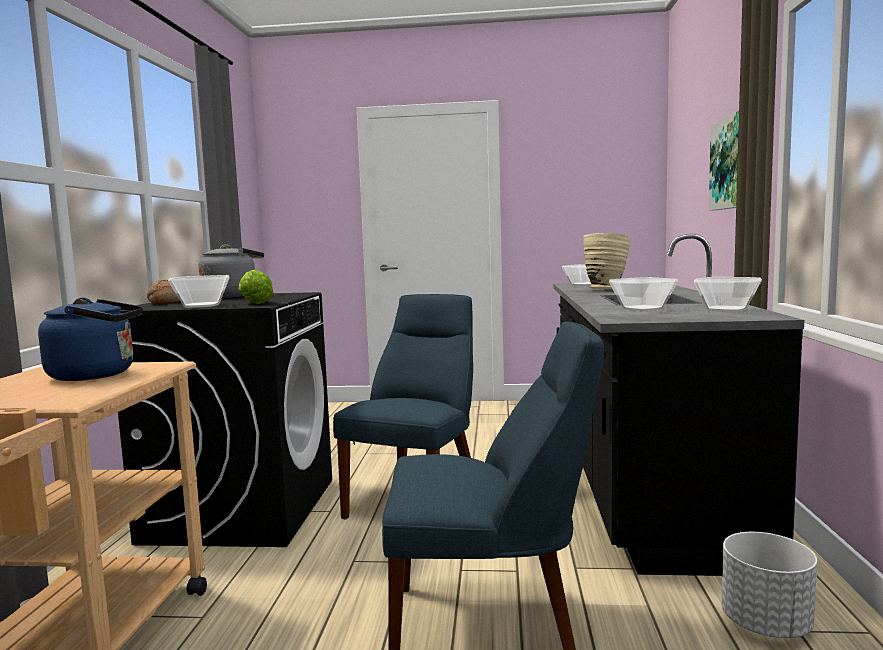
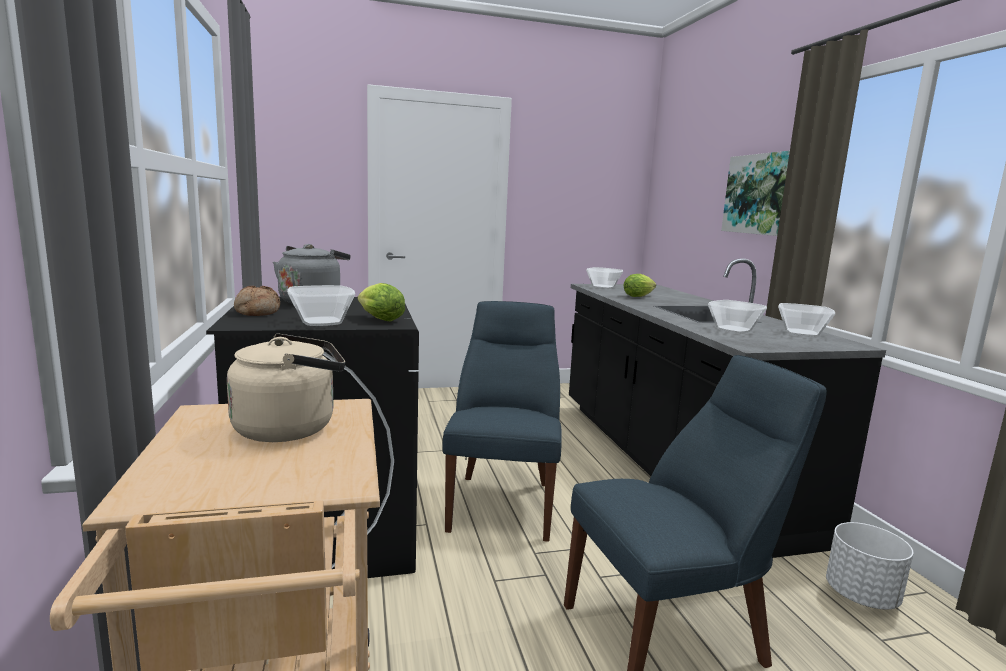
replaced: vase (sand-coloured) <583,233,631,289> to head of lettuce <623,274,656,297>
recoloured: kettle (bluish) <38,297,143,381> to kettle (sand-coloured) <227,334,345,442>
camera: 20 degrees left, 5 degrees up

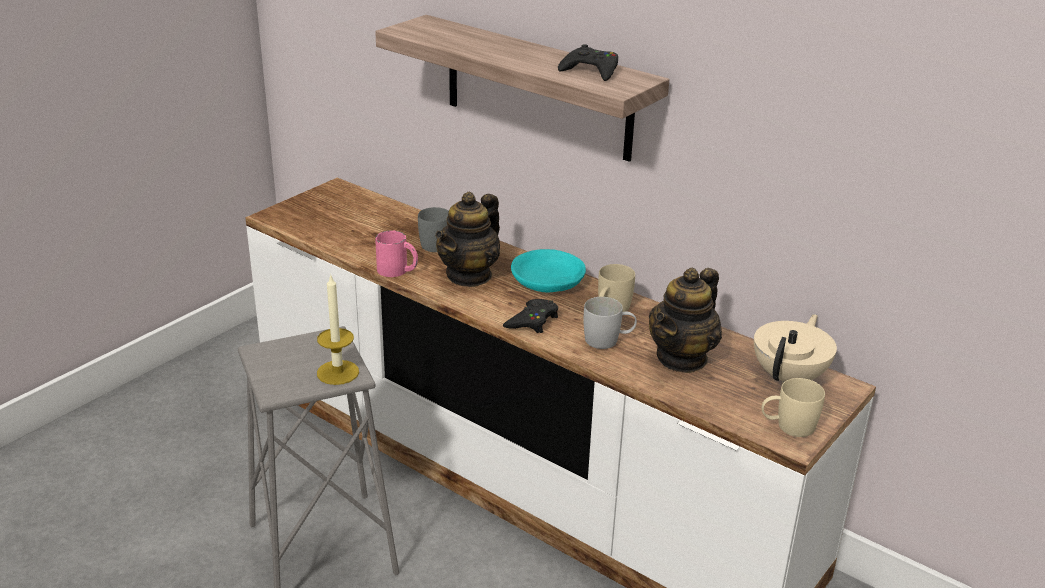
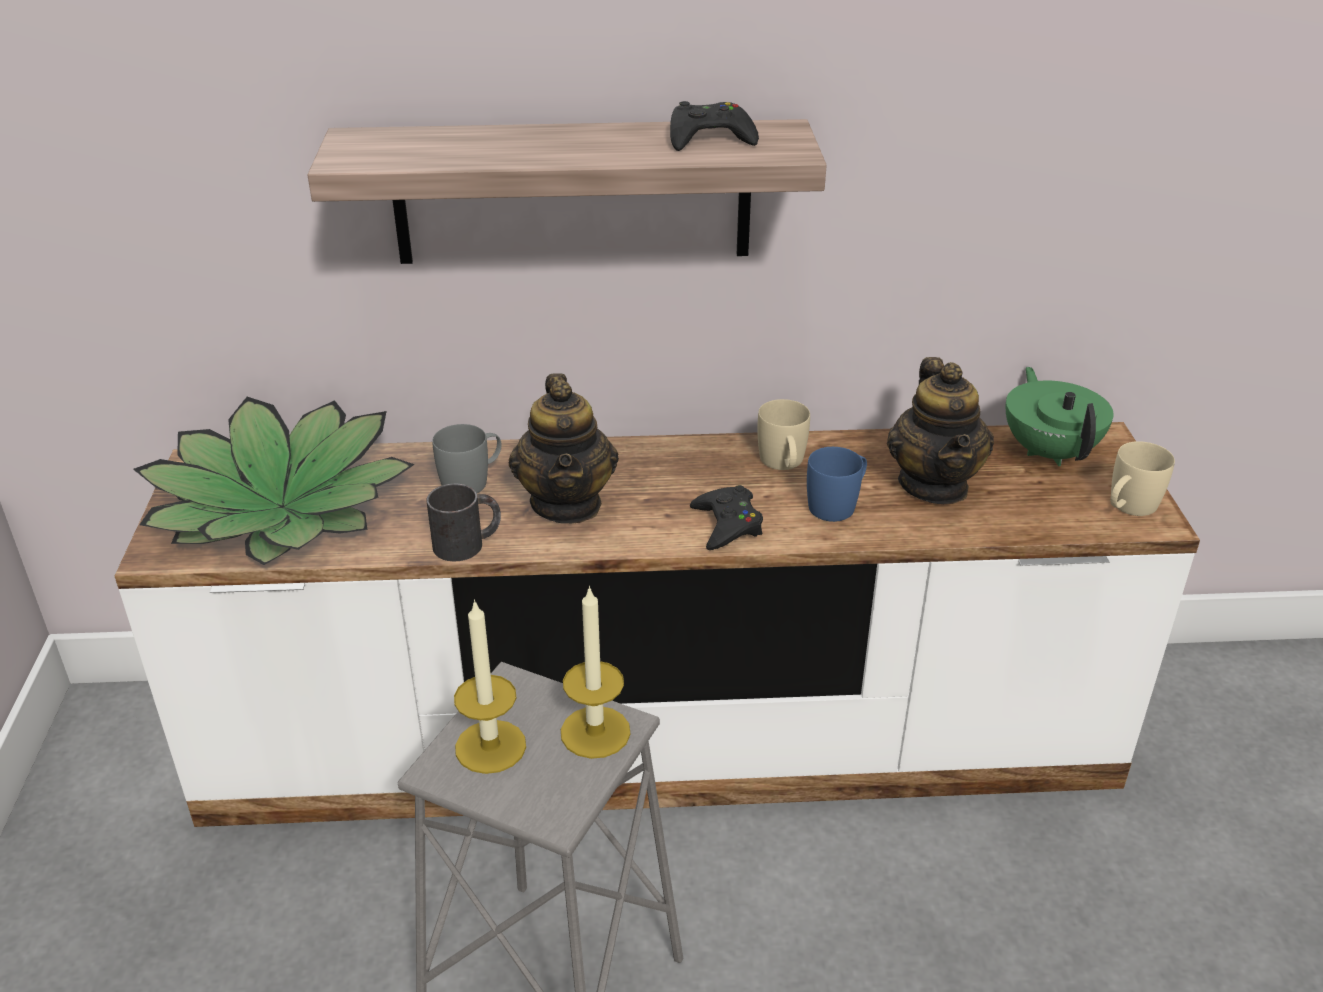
removed: bowl (turquoise) <511,249,586,292>
added: potted plant <133,397,415,565>; candle <454,599,526,774>
recoloured: mug (pink-coloured) <375,230,418,277> to mug (blackish) <427,483,501,561>; mug (whitish) <584,297,637,349> to mug (bluish) <807,447,867,522>; teapot (sand-coloured) <754,314,837,384> to teapot (green) <1006,367,1114,466>
camera: 40 degrees left, 5 degrees up

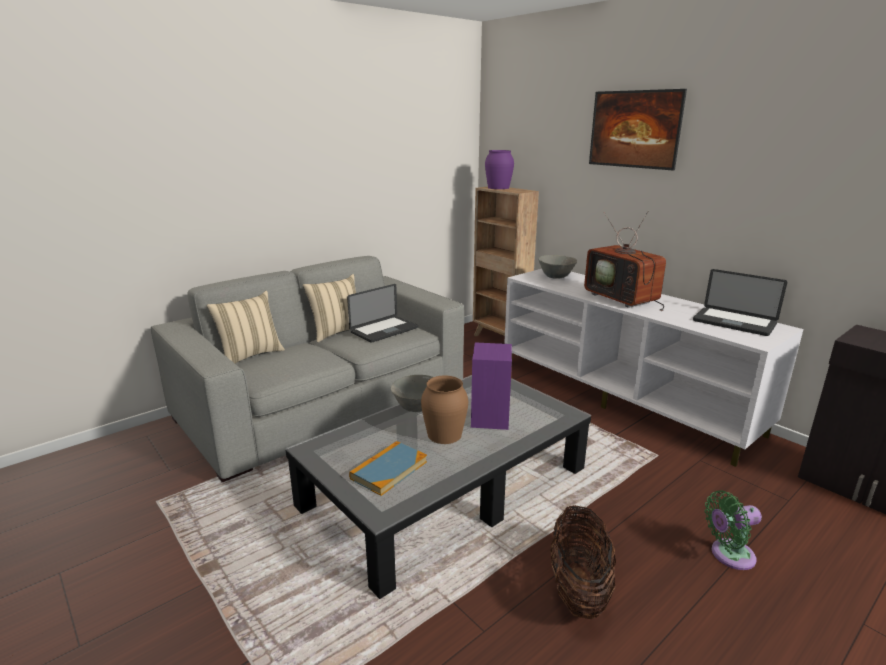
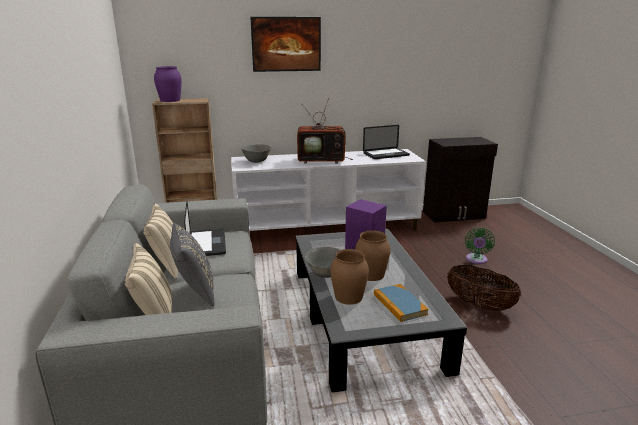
added: throw pillow (greyish) <170,223,214,307>; vase (brownish) <330,249,369,305>
camera: 60 degrees left, 0 degrees up

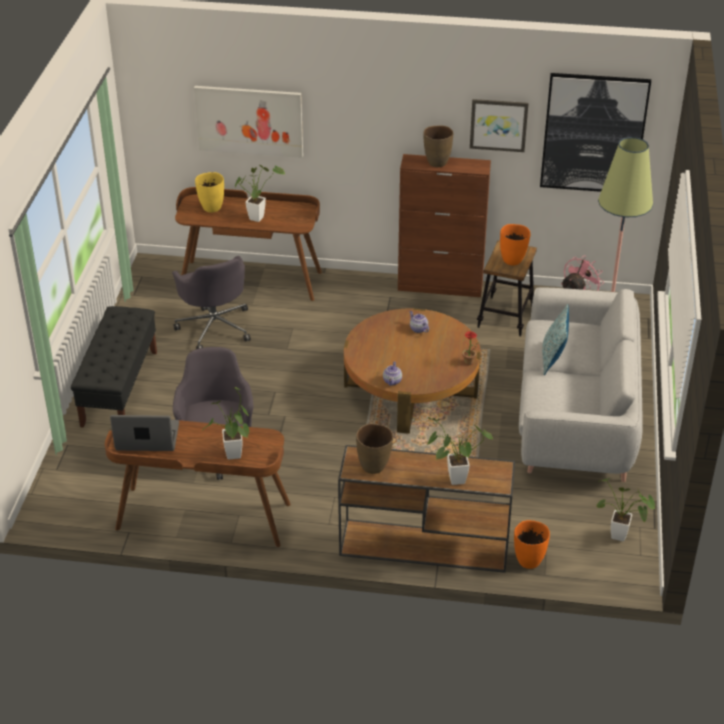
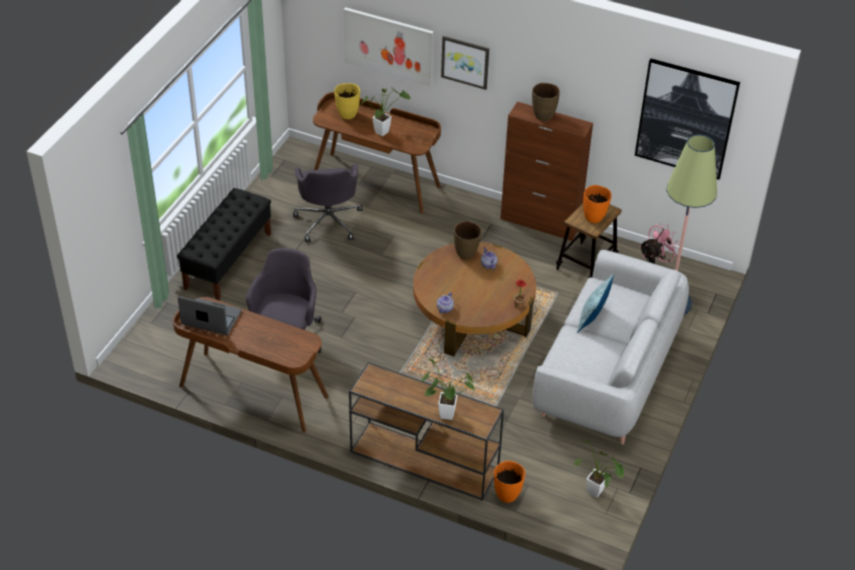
removed: potted plant <202,387,249,460>
moved: vase (brownish) <356,423,393,474> to <454,221,482,259>; picture <470,99,529,152> to <441,36,489,90>
camera: 15 degrees right, 5 degrees up

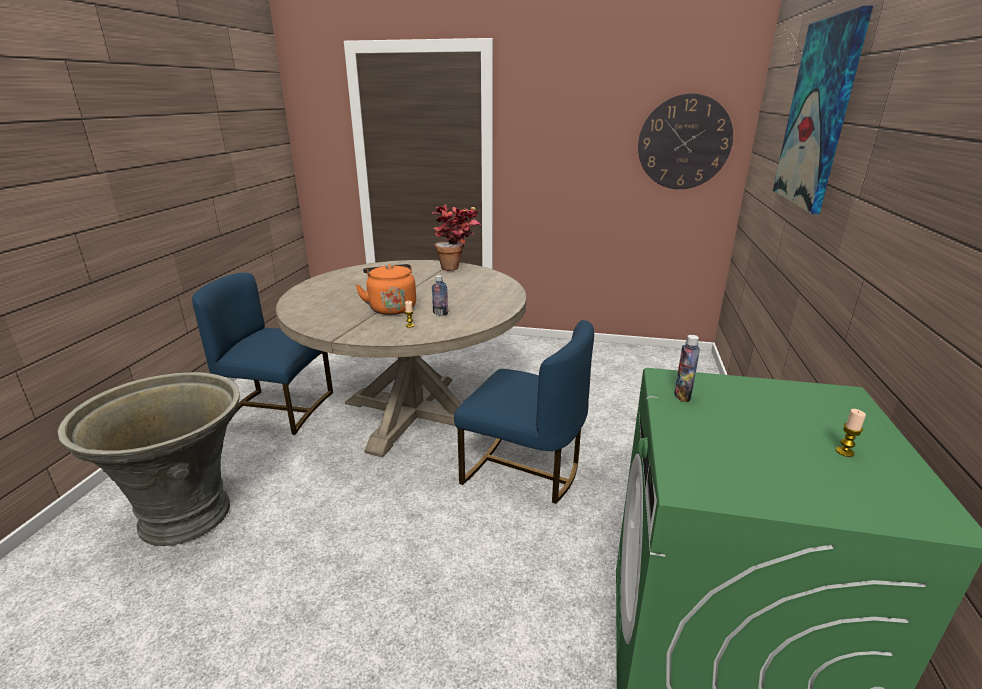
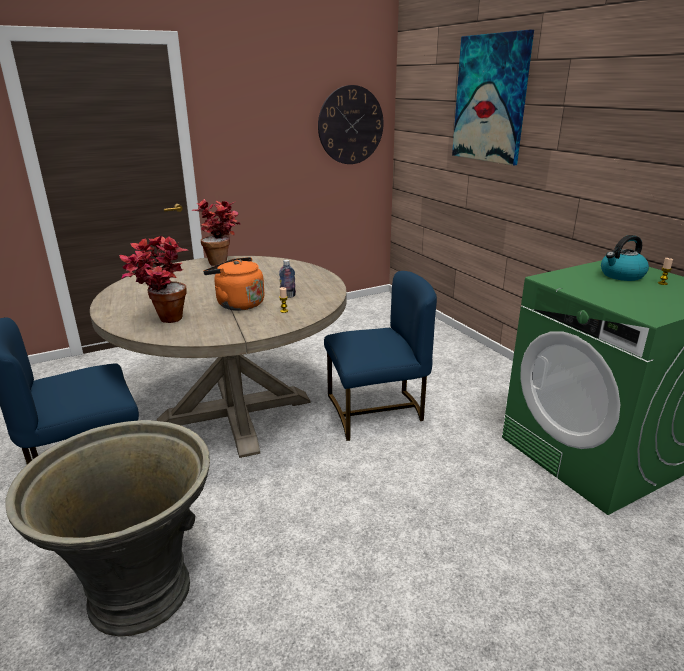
removed: drink bottle <674,335,700,402>
added: potted plant <119,236,187,323>; kettle <601,235,649,281>
camera: 40 degrees left, 0 degrees up

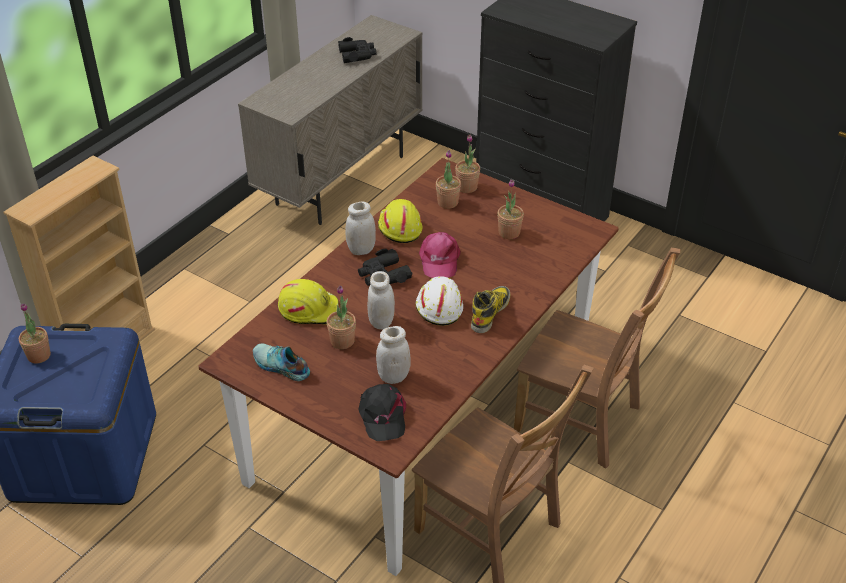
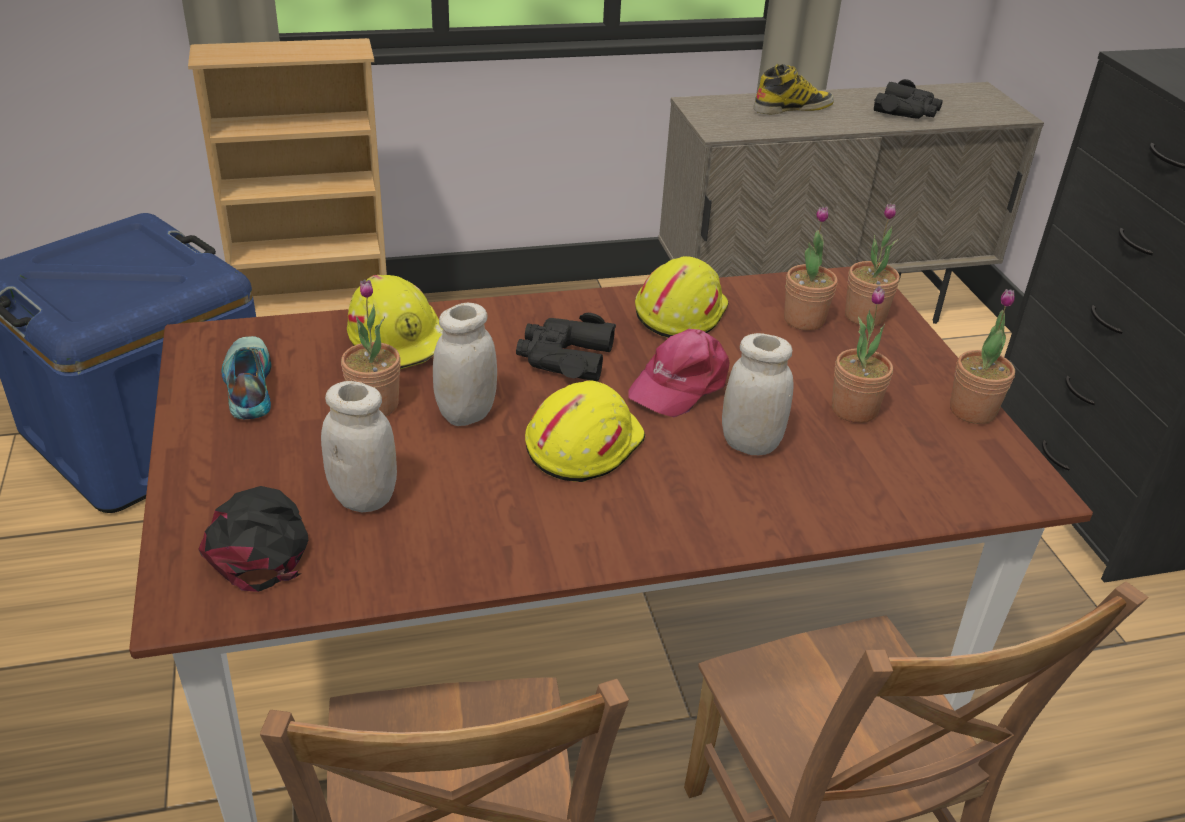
moved: potted plant <19,303,51,364> to <950,289,1015,424>; storage jar (whitish) <346,201,376,255> to <722,333,794,455>; high-top boot <471,286,510,333> to <753,64,834,114>
recoloured: safety helmet (whitish) <415,276,463,326> to safety helmet (yellow) <525,380,645,482>
turned: peaked cap (blackish) <359,384,406,441> = <198,486,308,592> 135 degrees clockwise
camera: 40 degrees right, 5 degrees down

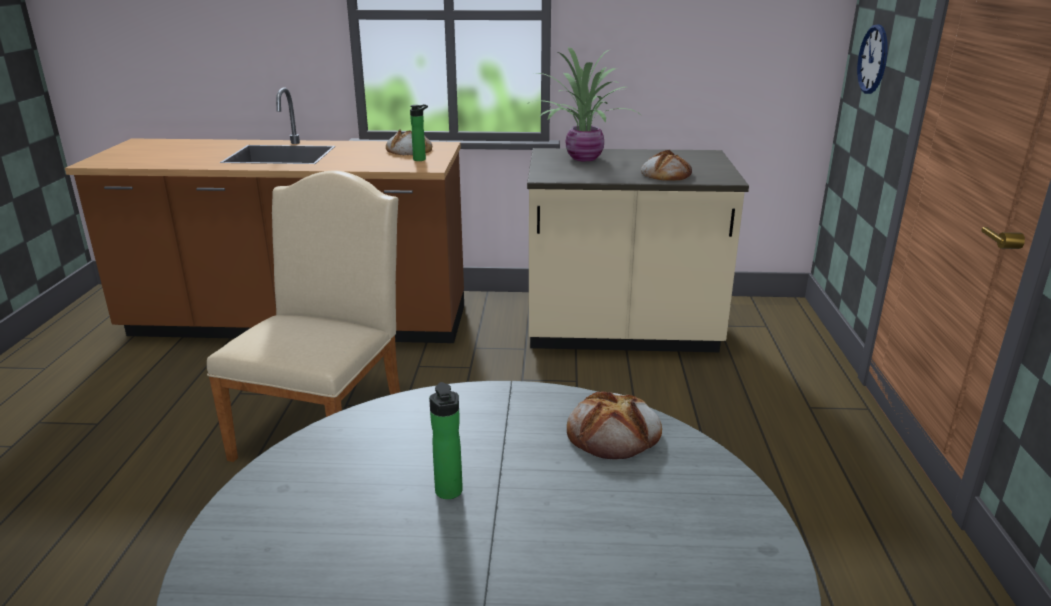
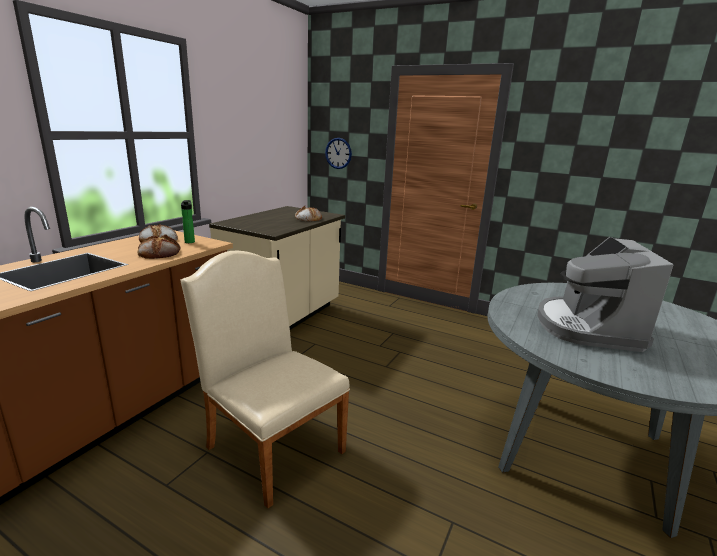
removed: potted plant <527,47,638,162>
moved: bakery bread <567,391,662,459> to <137,234,181,259>
replaced: drink bottle <429,382,463,499> to coffee brewer <537,237,673,352>
camera: 65 degrees left, 5 degrees down

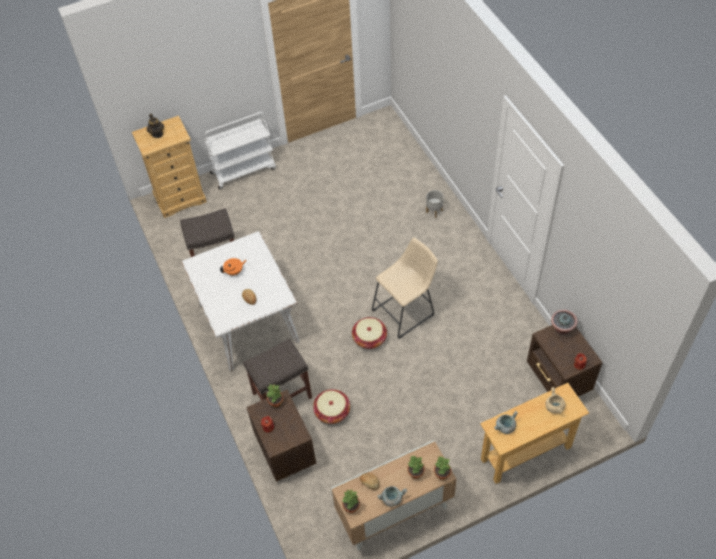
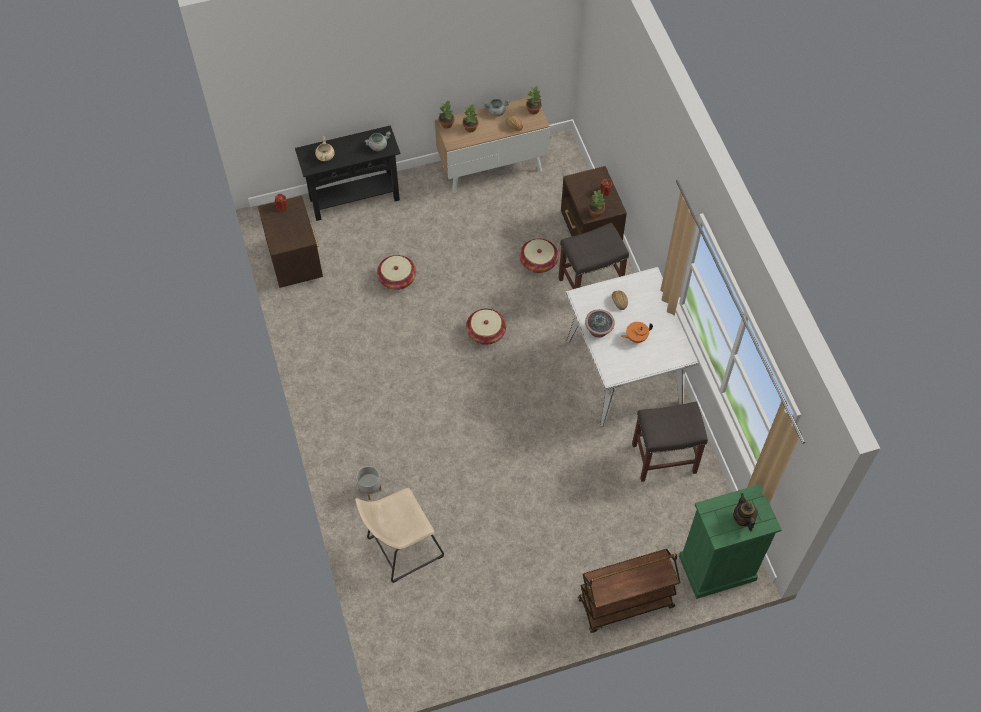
added: storage basket <377,255,416,290>
moved: stool (sand-coloured) <372,238,438,339> to <355,488,444,583>; potted plant <551,310,577,335> to <585,309,615,338>
recoloured: chest of drawers (sand-coloured) <132,115,207,218> to chest of drawers (green) <679,484,782,599>; wheeled cart (whitish) <204,112,276,189> to wheeled cart (brownish) <578,549,681,633>; hall table (sand-coloured) <480,383,589,484> to hall table (blackish) <295,125,400,221>
camera: 175 degrees left, 5 degrees up

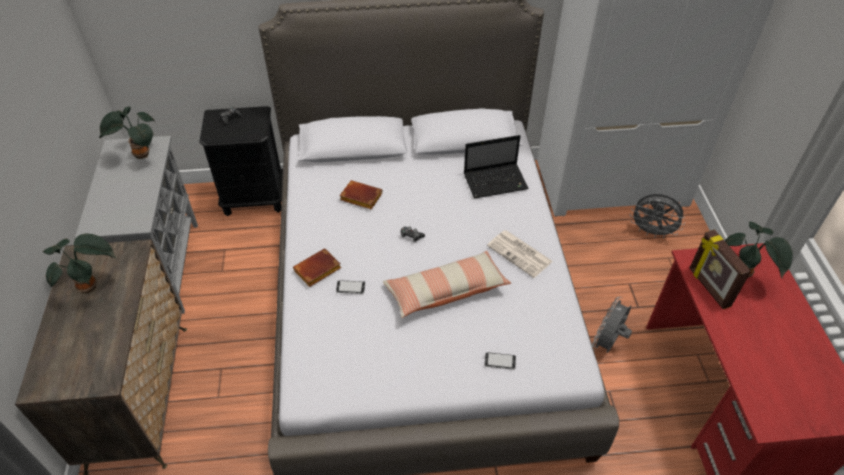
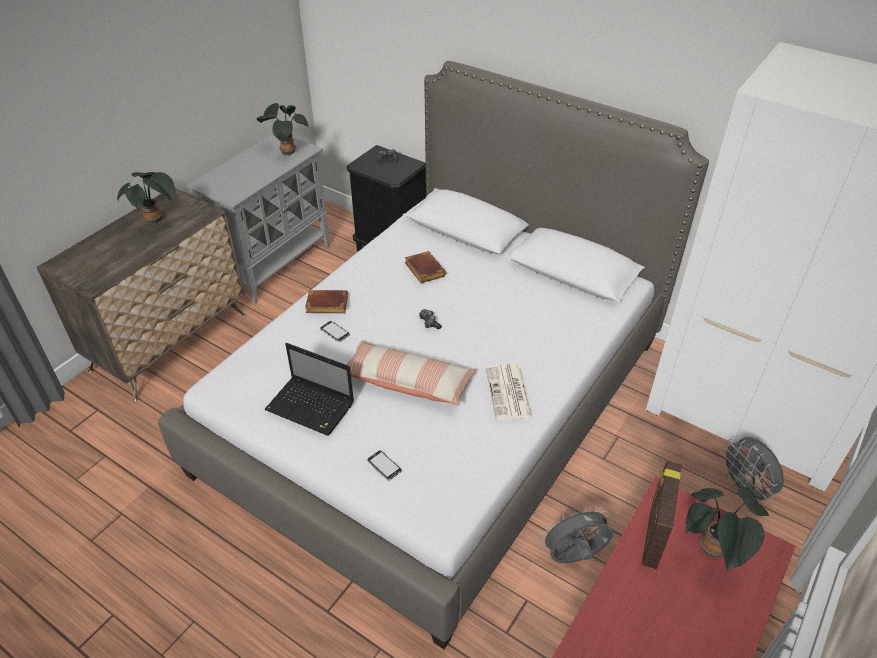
moved: notebook computer <464,135,529,198> to <264,343,354,436>
camera: 40 degrees right, 5 degrees down

